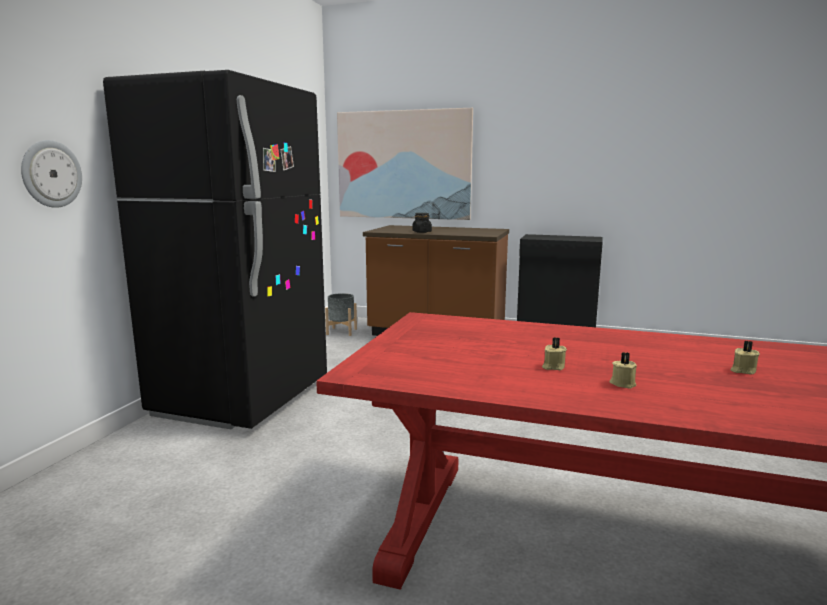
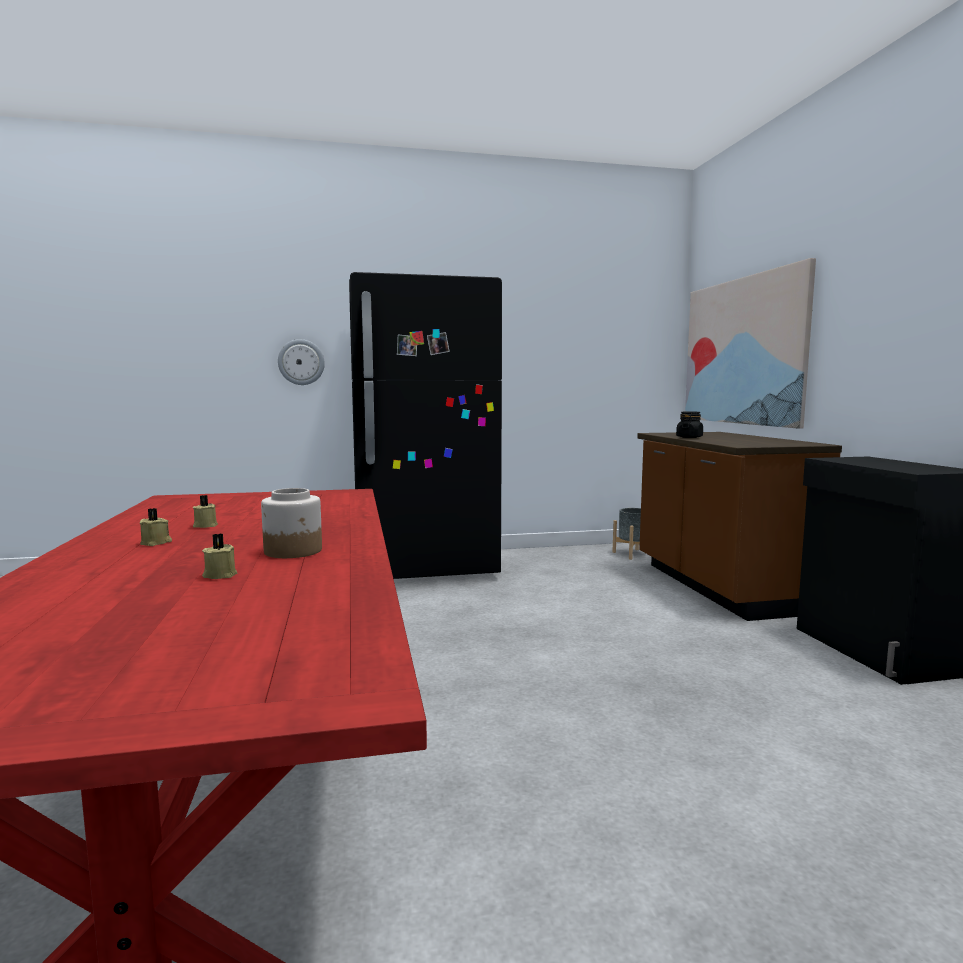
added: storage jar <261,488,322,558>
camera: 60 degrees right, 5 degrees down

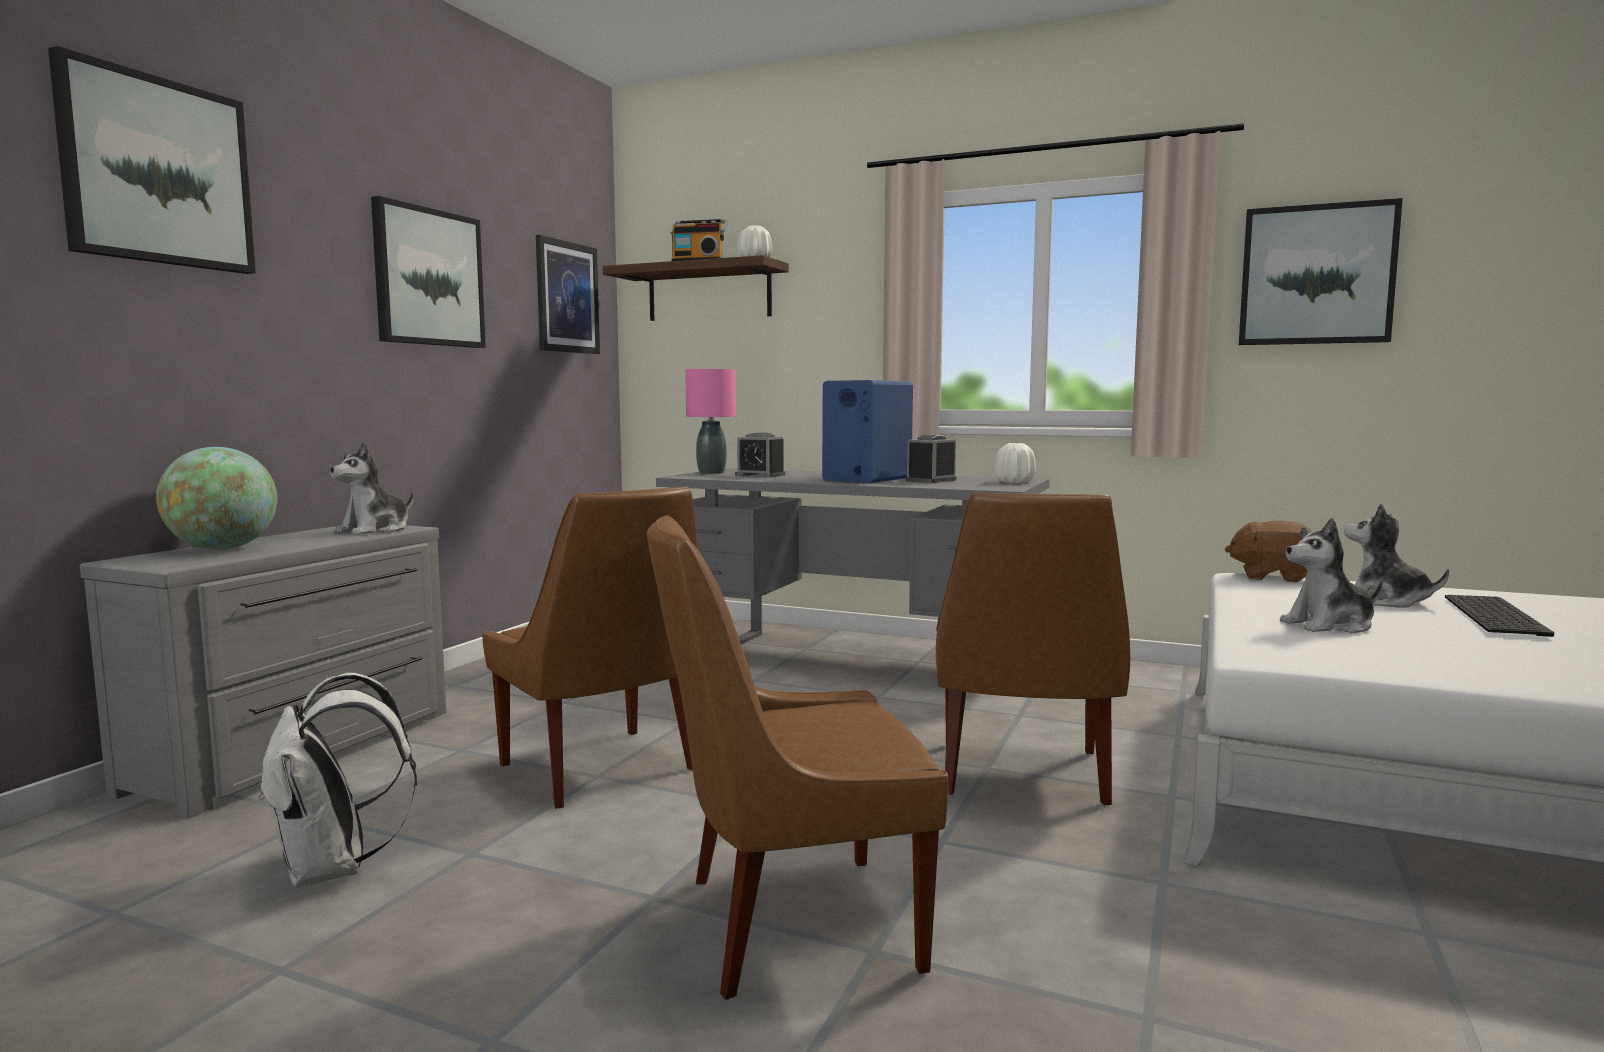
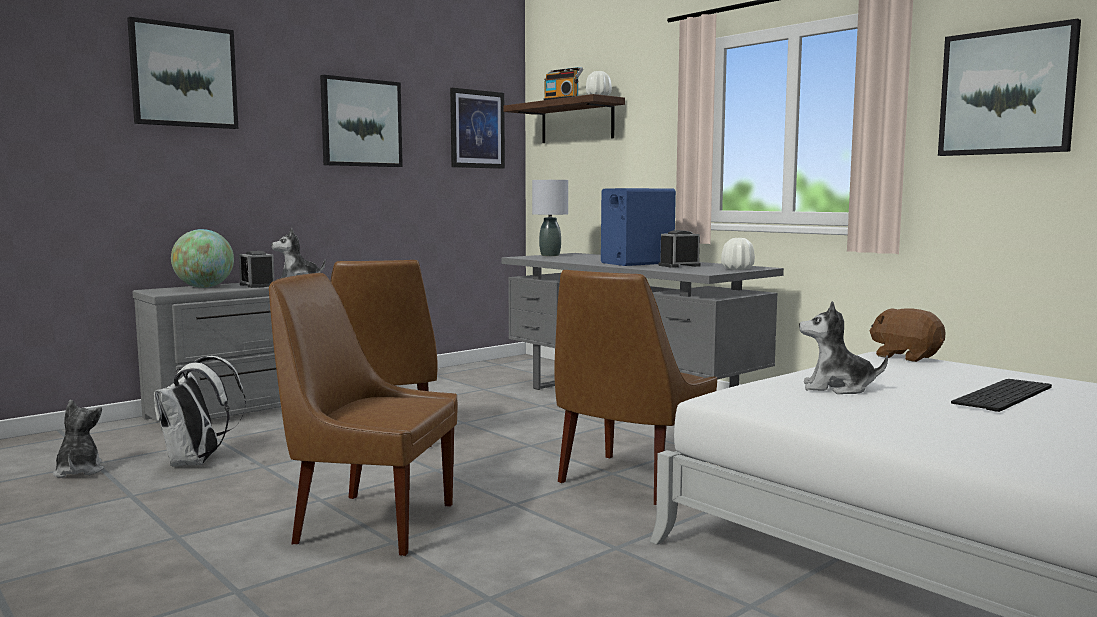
moved: alarm clock <735,432,785,477> to <239,251,275,288>; soft toy <1344,503,1449,607> to <53,400,104,478>
recoloured: tabletop lamp (pink-coloured) <685,369,736,474> to tabletop lamp (greyish) <532,180,568,256>
camera: 25 degrees right, 0 degrees up

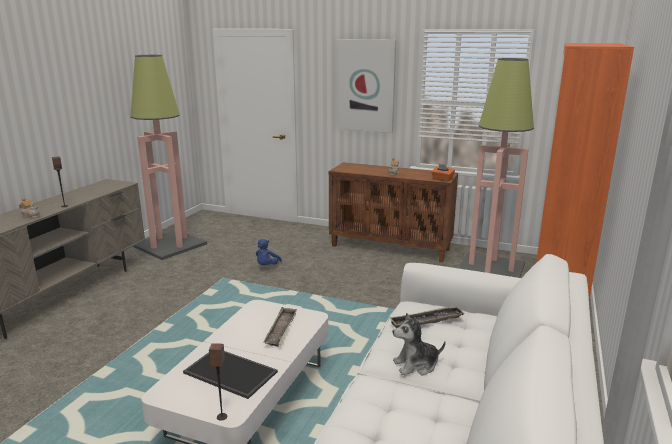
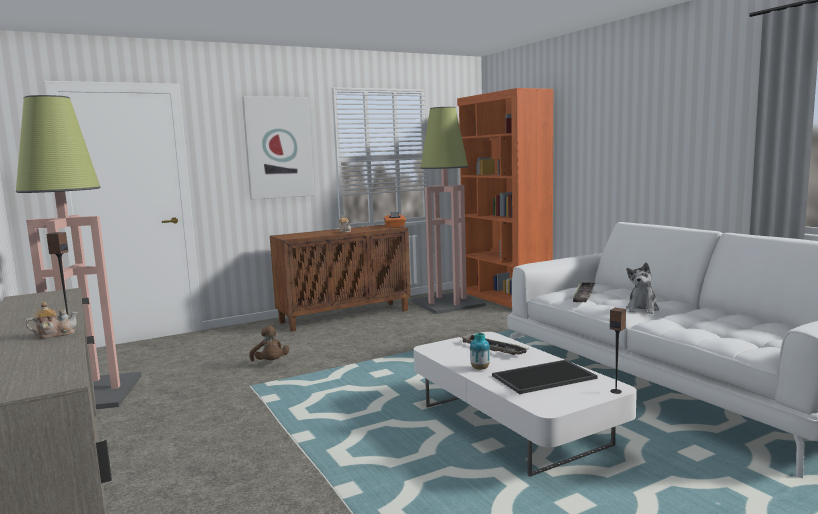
added: vase <470,333,490,370>
recoloured: soft toy (bluish) <256,239,282,265> to soft toy (brownish) <249,326,289,361>
camera: 50 degrees left, 10 degrees down

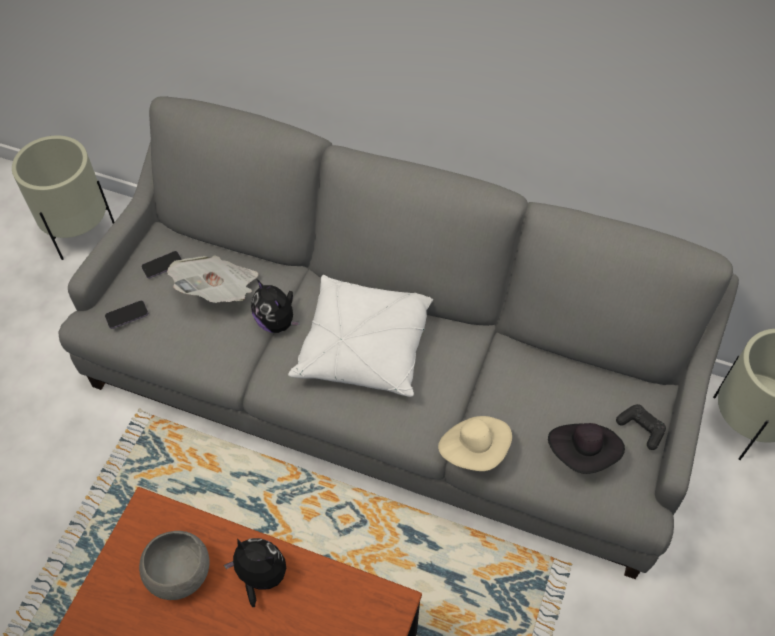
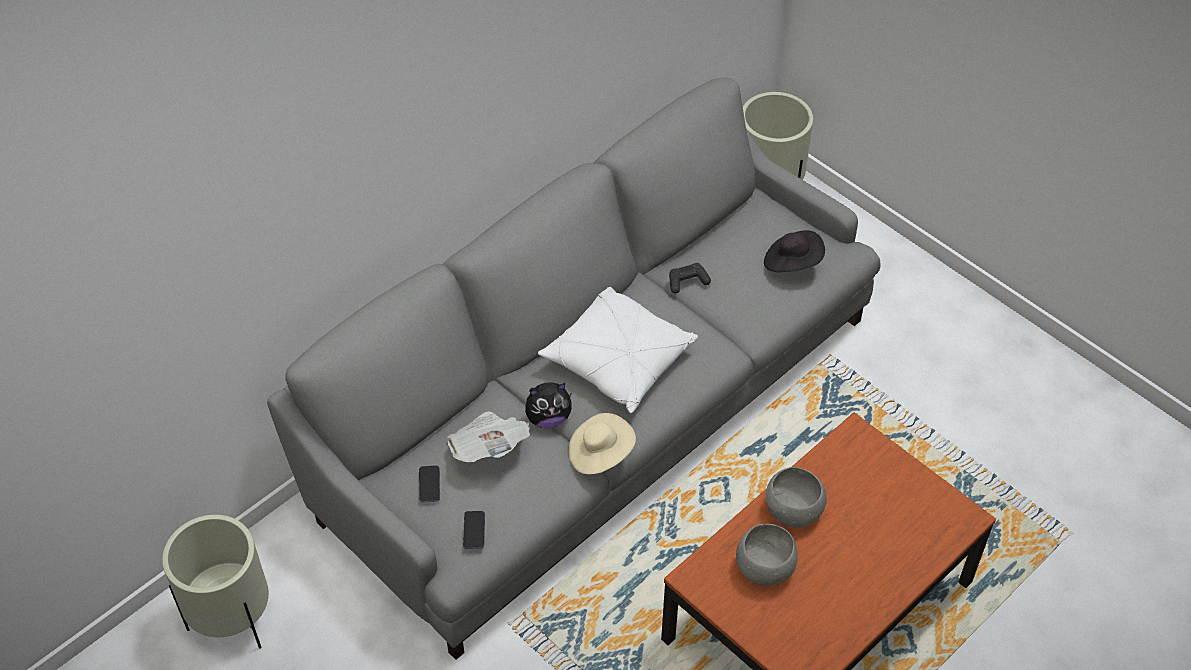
moved: clothing hat (sand-coloured) <438,416,512,471> to <569,413,636,475>; game controller (blackish) <616,404,666,450> to <669,263,711,294>
replaced: soft toy <224,538,286,607> to bowl (greyish) <766,467,827,528>
camera: 65 degrees left, 5 degrees down

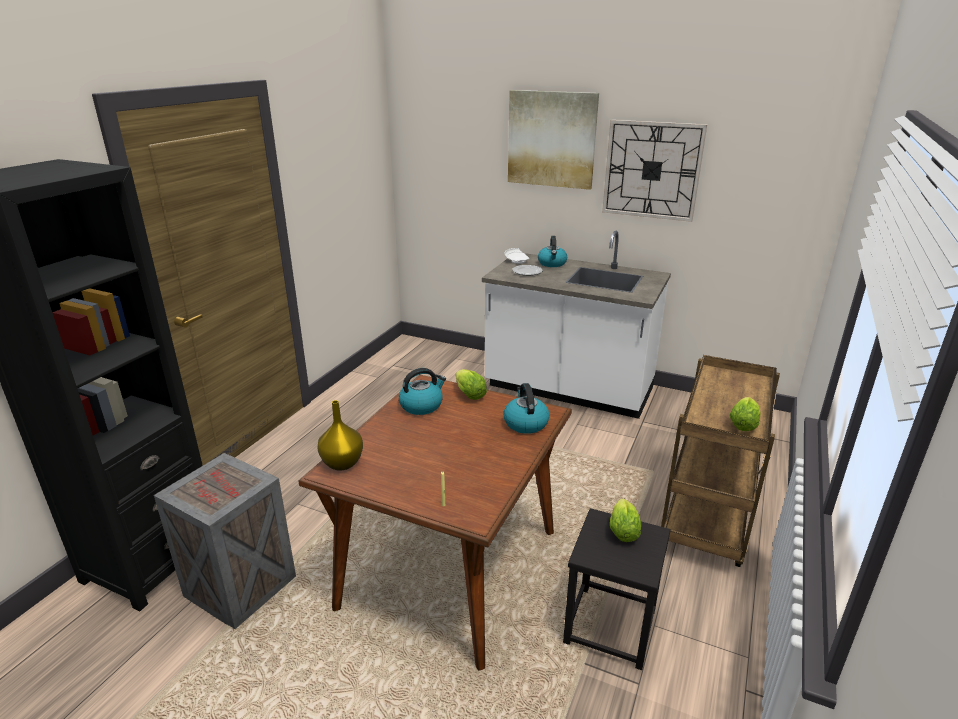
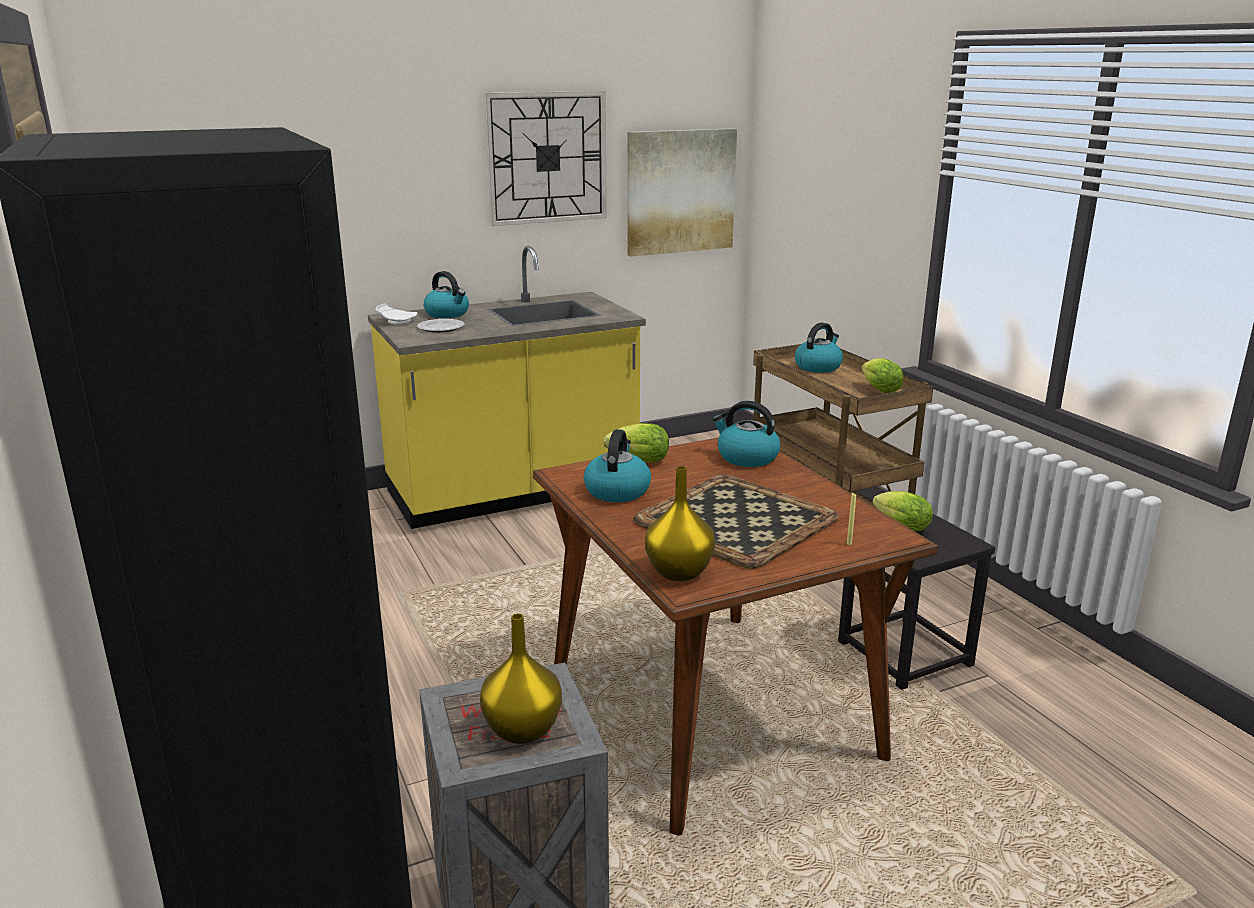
added: vase (yellow) <480,614,562,744>; tray <633,474,839,569>; kettle <795,322,843,373>
moved: picture <508,90,599,190> to <628,128,737,256>
recoloured: counter (whitish) <482,231,671,419> to counter (yellow) <368,246,646,529>
camera: 50 degrees left, 5 degrees down

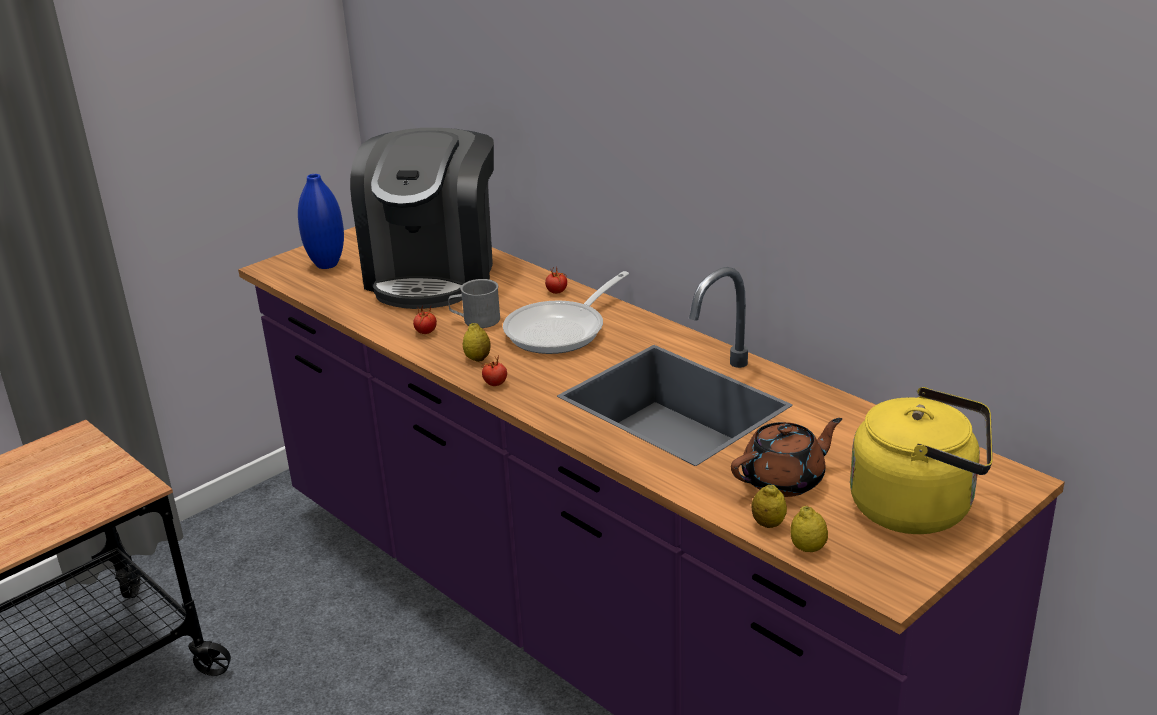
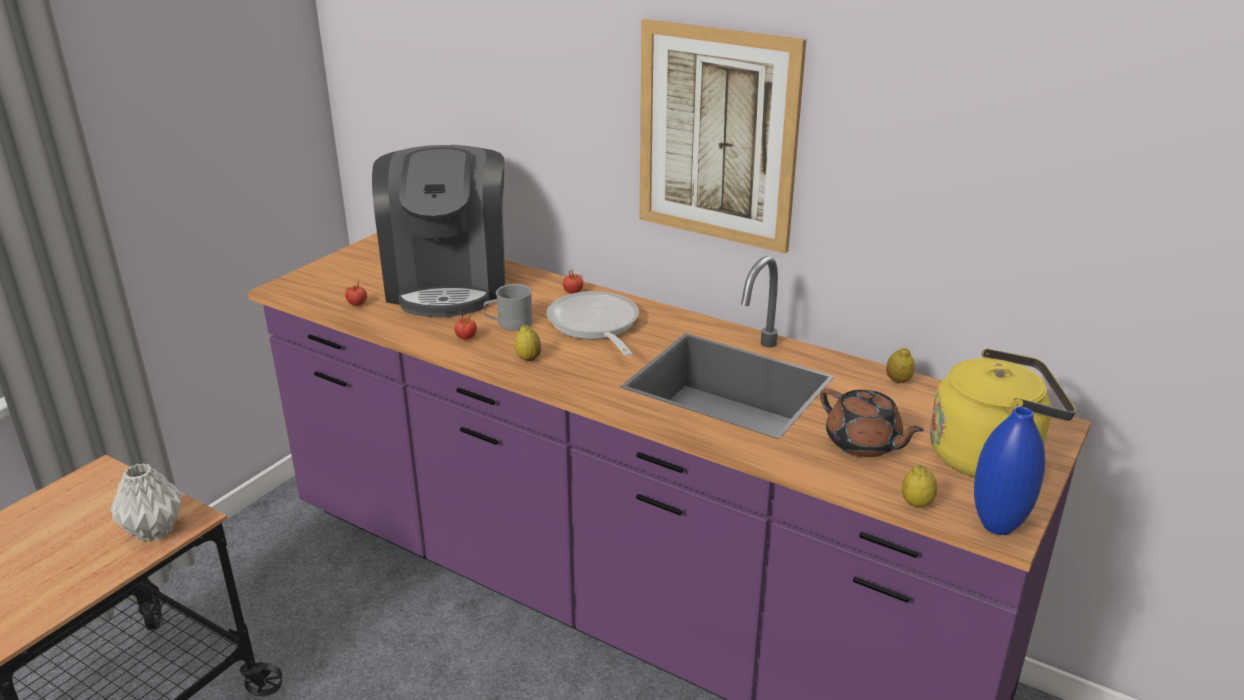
added: vase (greyish) <110,463,182,542>; picture <640,19,806,253>
moved: vase (bluish) <298,174,344,269> to <974,407,1045,535>; fresh tomato <482,356,507,386> to <345,281,367,306>; lemon <751,485,787,528> to <886,348,915,383>
turned: skillet <503,271,629,354> = <547,291,639,356> 135 degrees clockwise; teapot (brownish) <731,418,842,497> = <820,388,924,457> 90 degrees clockwise
camera: 15 degrees left, 0 degrees up

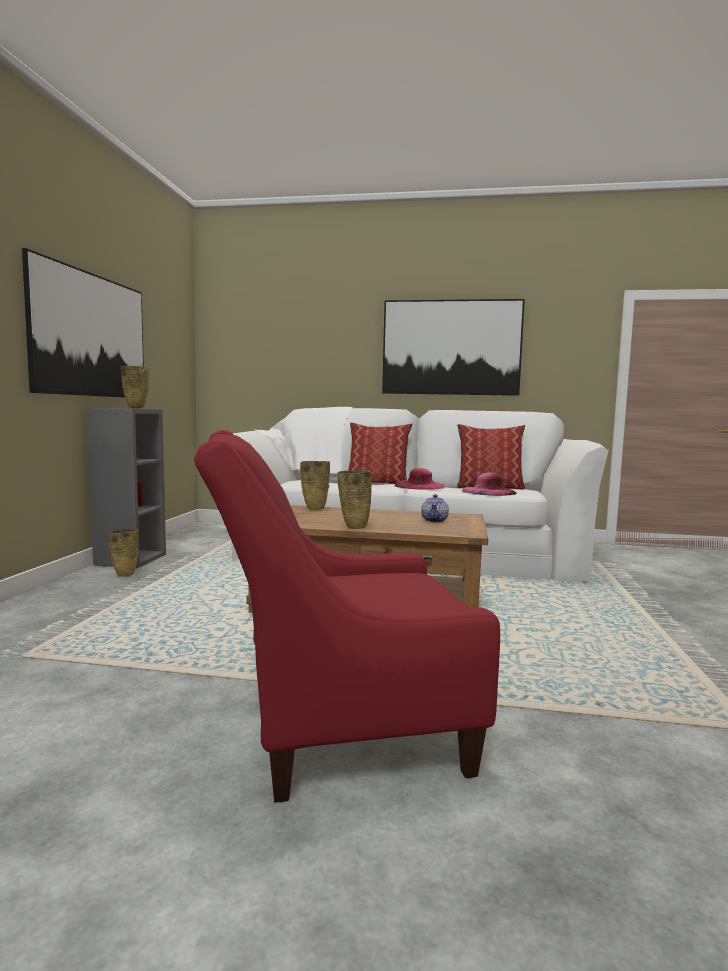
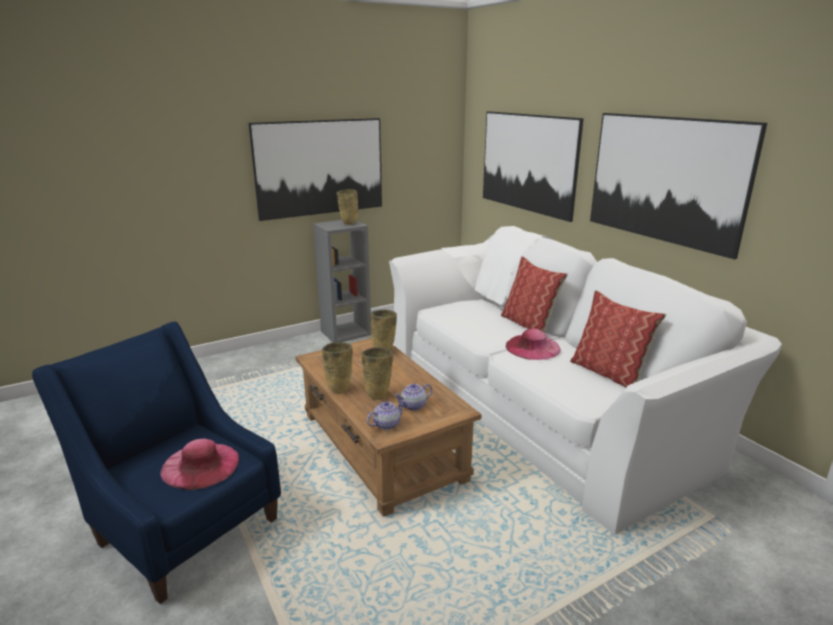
added: teapot <367,400,405,430>; picture <483,111,584,222>
moved: vase (sand-coloured) <108,529,139,577> to <362,347,393,400>; clothing hat (pink-coloured) <462,472,517,496> to <160,439,239,490>
recoloured: lounge chair (red-coloured) <194,430,500,803> to lounge chair (bluish) <32,322,281,604>
camera: 50 degrees right, 15 degrees up

